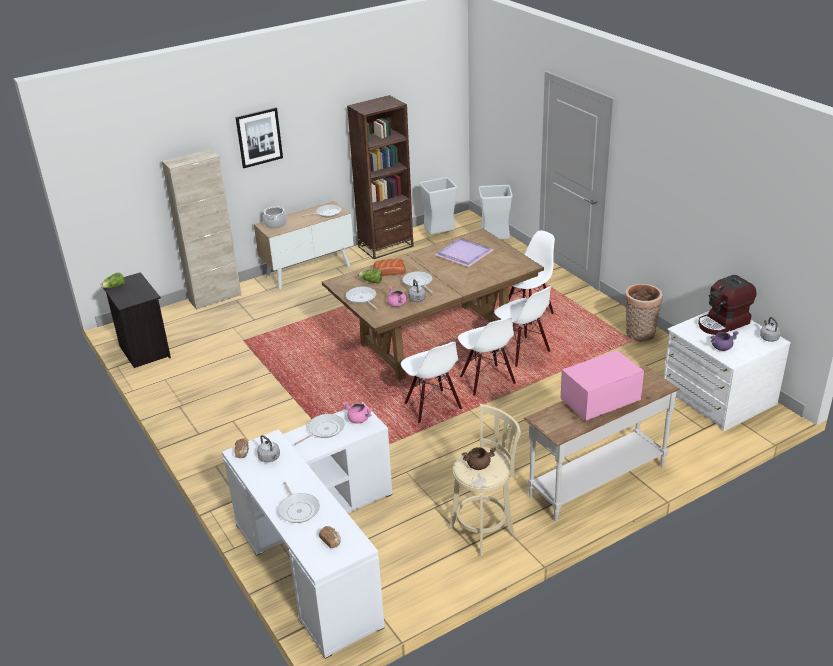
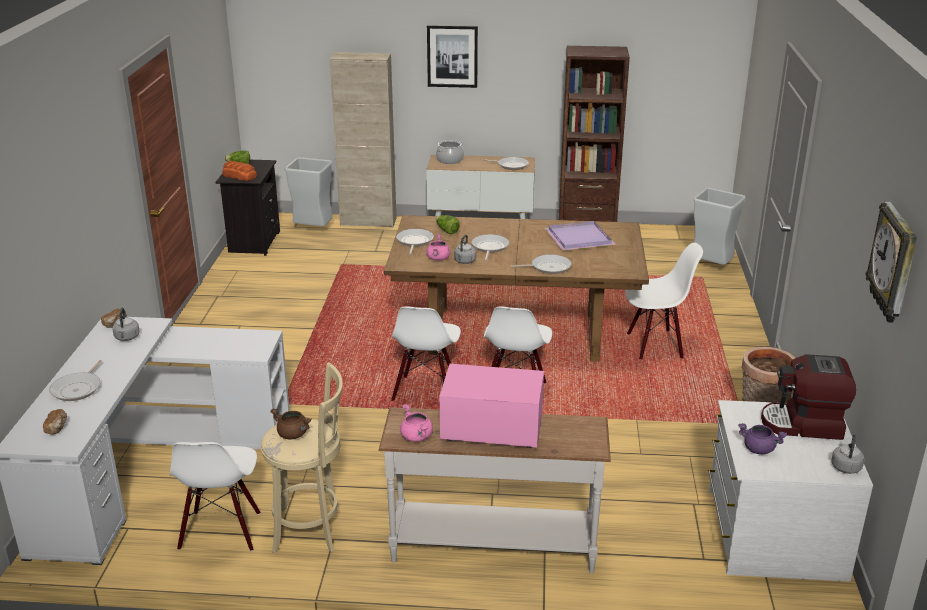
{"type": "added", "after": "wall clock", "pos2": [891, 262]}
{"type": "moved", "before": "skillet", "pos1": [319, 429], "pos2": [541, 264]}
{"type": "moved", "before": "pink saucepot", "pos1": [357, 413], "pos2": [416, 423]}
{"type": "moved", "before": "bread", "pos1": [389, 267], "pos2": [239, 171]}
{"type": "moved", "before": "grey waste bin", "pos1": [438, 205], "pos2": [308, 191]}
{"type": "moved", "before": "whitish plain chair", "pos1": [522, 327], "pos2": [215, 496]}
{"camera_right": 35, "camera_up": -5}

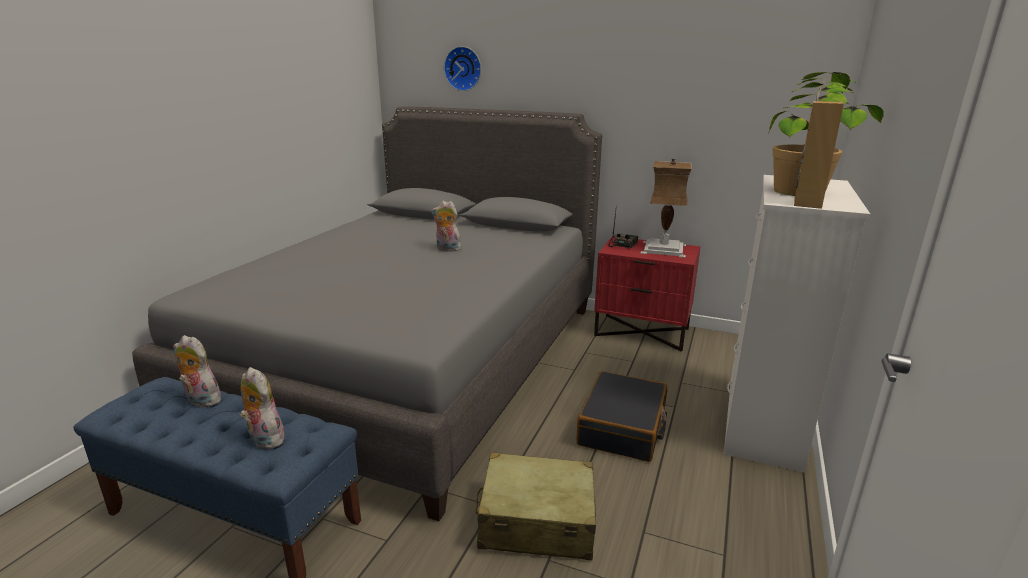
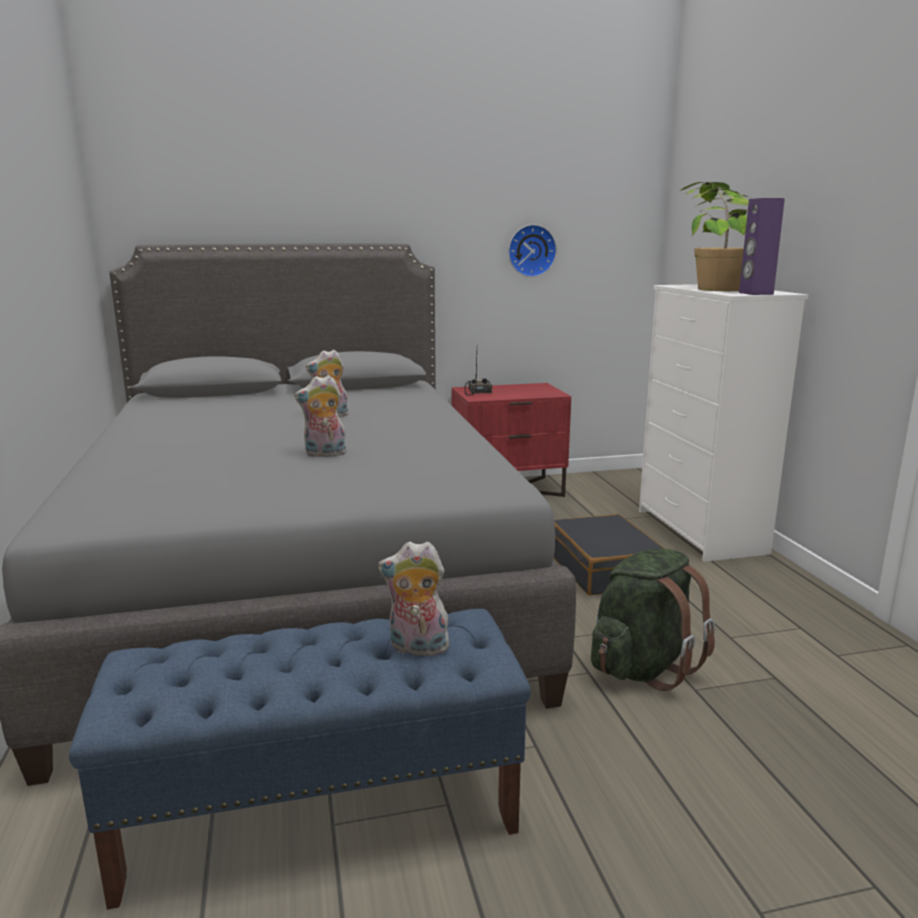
{"type": "removed", "before": "tabletop lamp", "pos1": [666, 208]}
{"type": "moved", "before": "cuddly toy", "pos1": [197, 371], "pos2": [320, 416]}
{"type": "moved", "before": "wall clock", "pos1": [462, 68], "pos2": [532, 250]}
{"type": "replaced", "before": "sand-coloured travel case", "after": "green-coloured rucksack", "pos1": [536, 506], "pos2": [653, 620]}
{"type": "recoloured", "before": "brownish speaker", "after": "purplish speaker", "pos1": [819, 155], "pos2": [762, 246]}
{"camera_right": -35, "camera_up": -5}

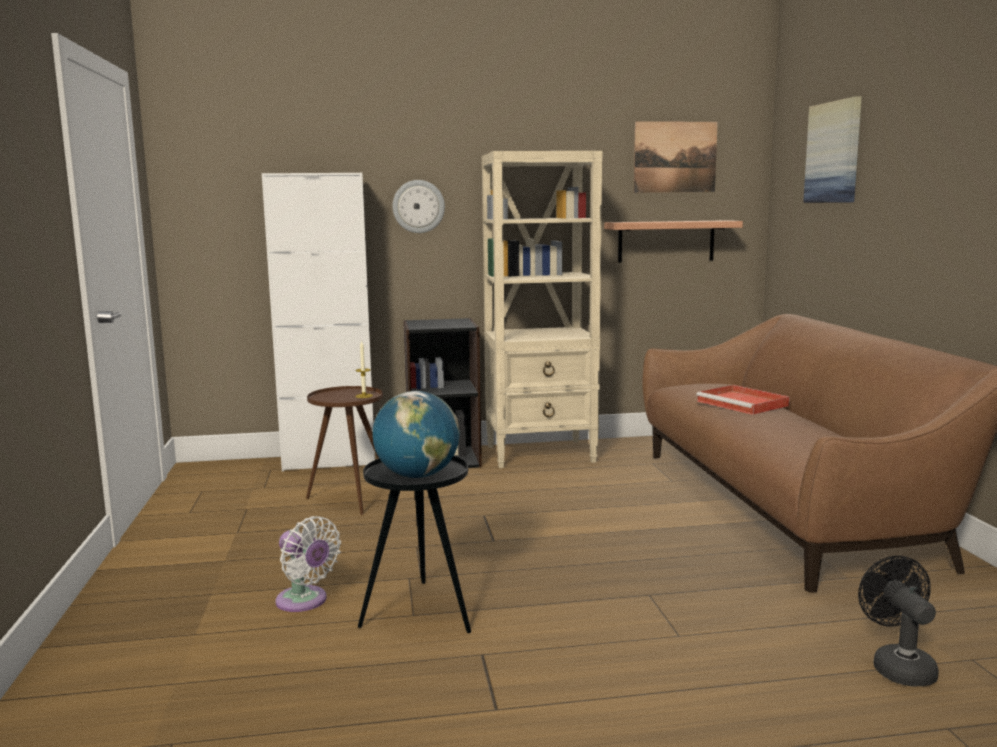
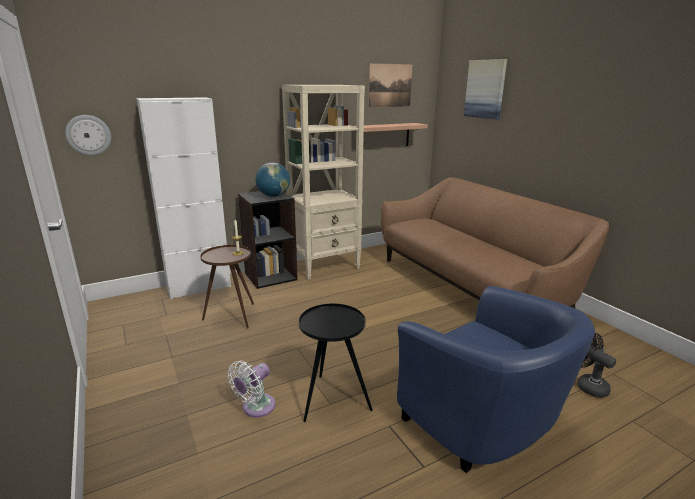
{"type": "removed", "before": "reddish tray", "pos1": [743, 400]}
{"type": "added", "after": "blue armchair", "pos2": [496, 379]}
{"type": "moved", "before": "world globe", "pos1": [416, 434], "pos2": [272, 179]}
{"type": "moved", "before": "wall clock", "pos1": [418, 206], "pos2": [88, 135]}
{"type": "turned", "before": "whitish cooling fan", "pos1": [308, 564], "pos2": [252, 389], "turn": 105}
{"camera_right": -20, "camera_up": 10}

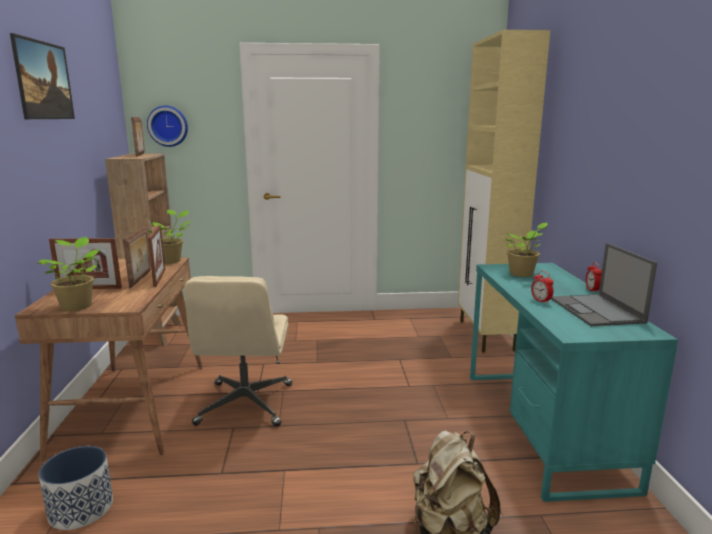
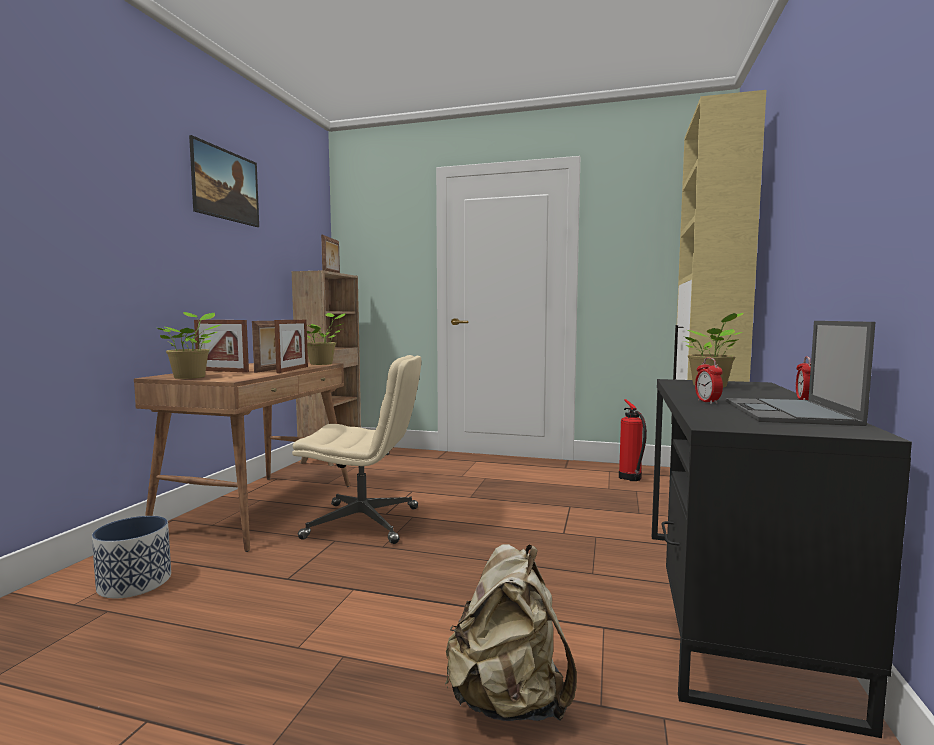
{"type": "removed", "before": "wall clock", "pos1": [167, 126]}
{"type": "added", "after": "fire-fighting cylinder", "pos2": [633, 440]}
{"type": "recoloured", "before": "turquoise desk unit", "after": "blackish desk unit", "pos1": [574, 382], "pos2": [782, 558]}
{"type": "turned", "before": "sand-coloured computer chair", "pos1": [238, 351], "pos2": [356, 449], "turn": -105}
{"camera_right": 20, "camera_up": -10}

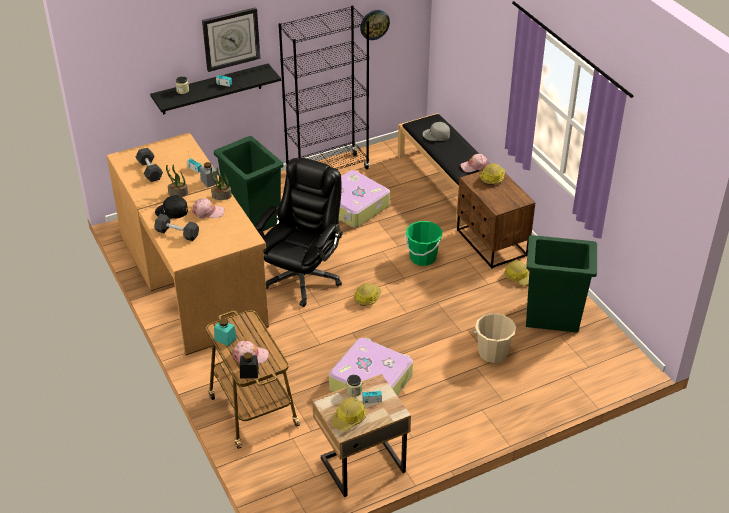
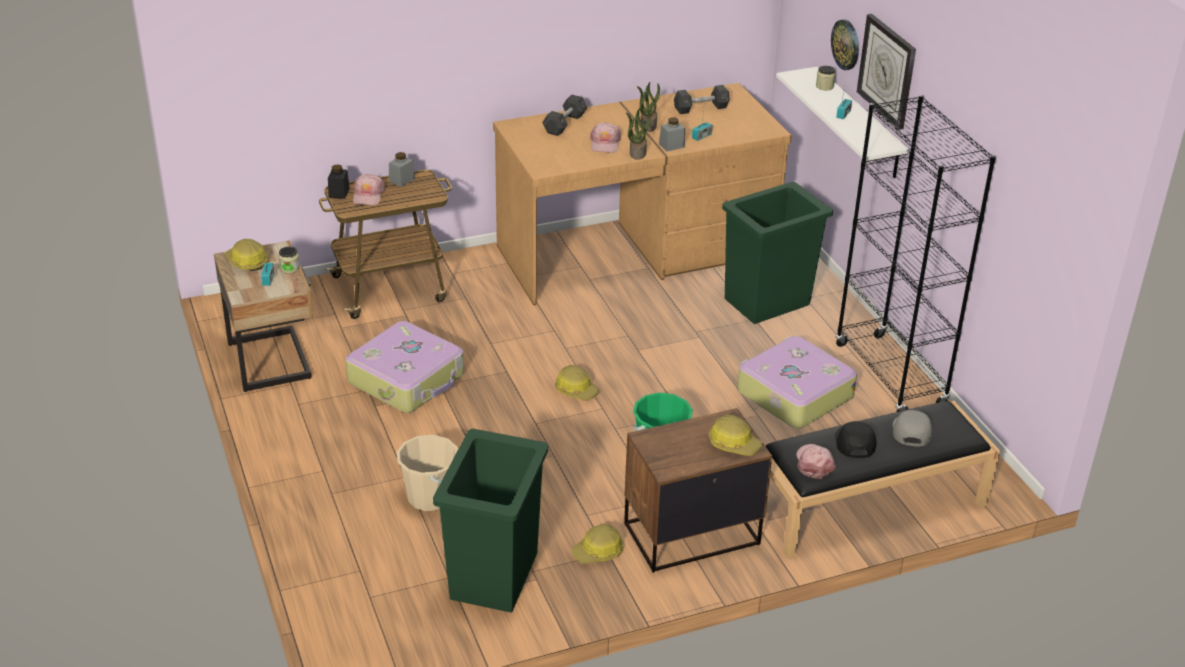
{"type": "removed", "before": "blackish computer chair", "pos1": [298, 232]}
{"type": "moved", "before": "blackish cap", "pos1": [171, 207], "pos2": [855, 439]}
{"type": "moved", "before": "wall clock", "pos1": [375, 25], "pos2": [845, 45]}
{"type": "recoloured", "before": "blackish bracket shelf", "after": "whitish bracket shelf", "pos1": [215, 88], "pos2": [842, 122]}
{"type": "recoloured", "before": "turquoise storage jar", "after": "grey storage jar", "pos1": [225, 332], "pos2": [402, 169]}
{"camera_right": 95, "camera_up": -5}

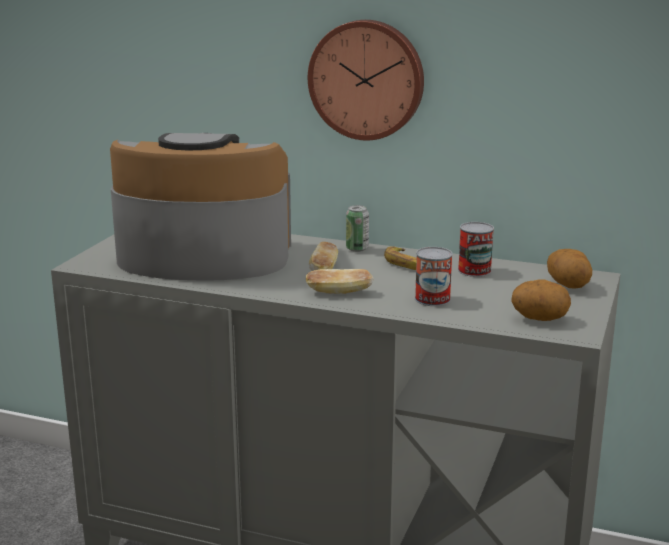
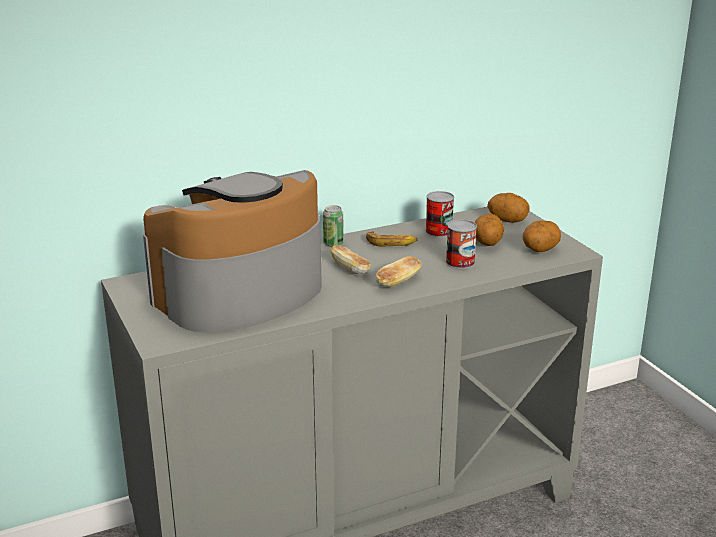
{"type": "removed", "before": "wall clock", "pos1": [366, 80]}
{"type": "added", "after": "spud", "pos2": [489, 230]}
{"camera_right": -45, "camera_up": 5}

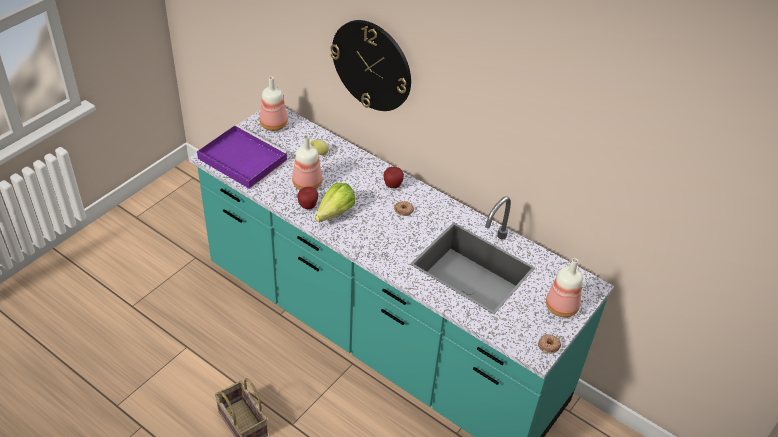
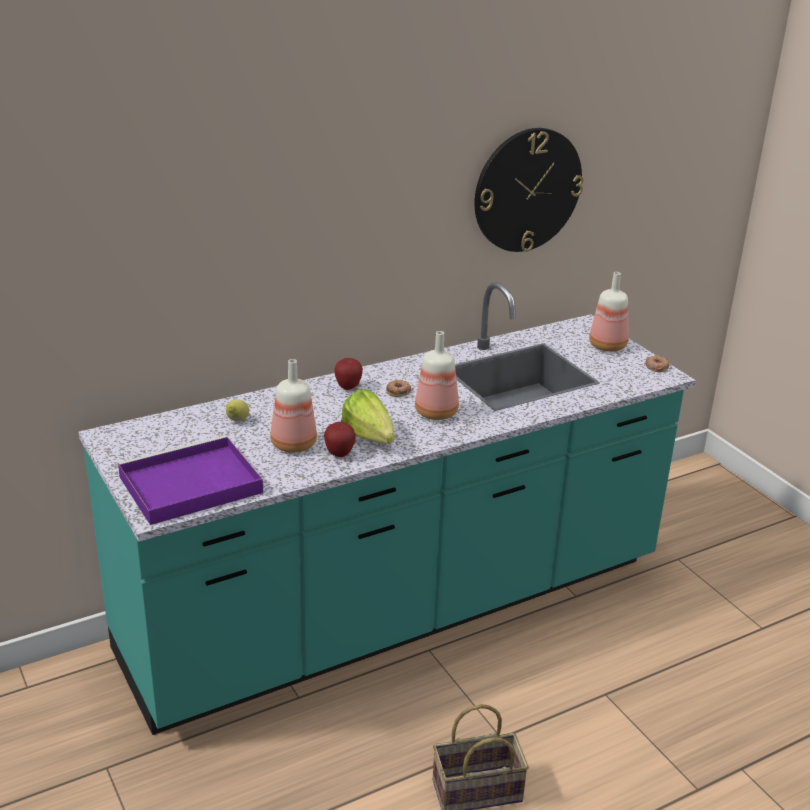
{"type": "moved", "before": "beverage bottle", "pos1": [274, 103], "pos2": [437, 375]}
{"type": "moved", "before": "wall clock", "pos1": [370, 65], "pos2": [528, 190]}
{"camera_right": -65, "camera_up": -15}

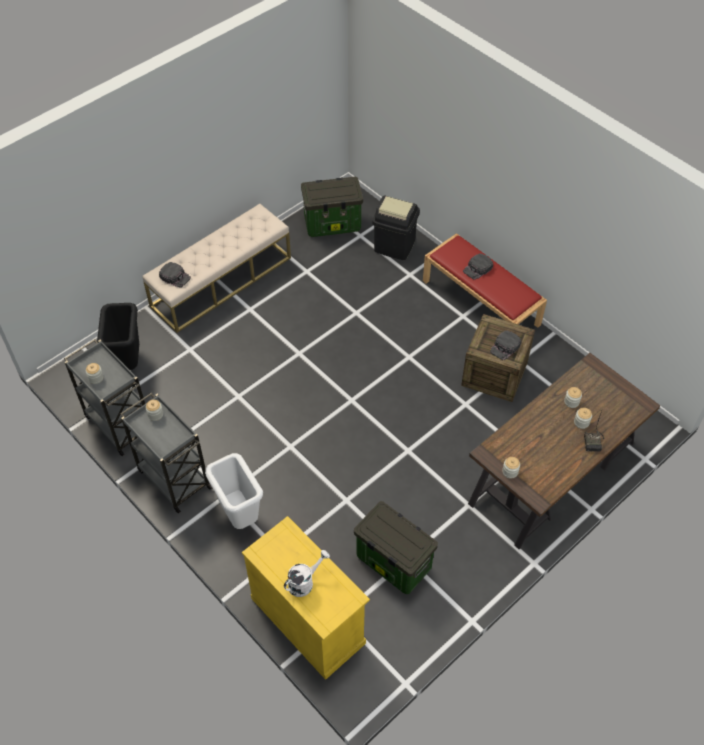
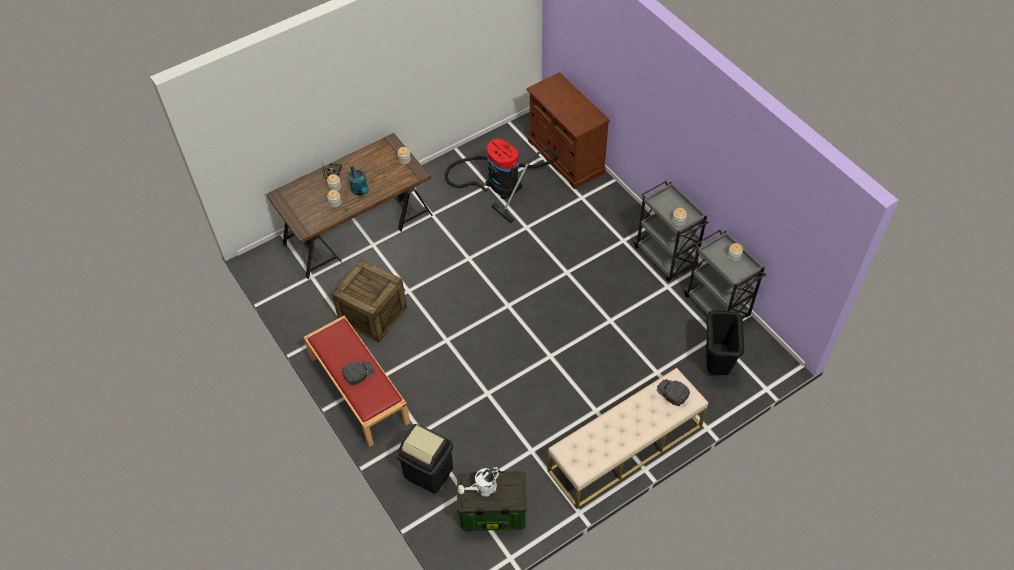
{"type": "removed", "before": "whitish waste bin", "pos1": [234, 491]}
{"type": "removed", "before": "blackish cap", "pos1": [505, 345]}
{"type": "added", "after": "turquoise watering pot", "pos2": [359, 180]}
{"type": "moved", "before": "whitish watering pot", "pos1": [307, 573], "pos2": [479, 482]}
{"type": "replaced", "before": "storage box", "after": "hoover", "pos1": [396, 547], "pos2": [501, 181]}
{"type": "recoloured", "before": "yellow cabinet", "after": "brownish cabinet", "pos1": [306, 598], "pos2": [568, 130]}
{"camera_right": -170, "camera_up": 0}

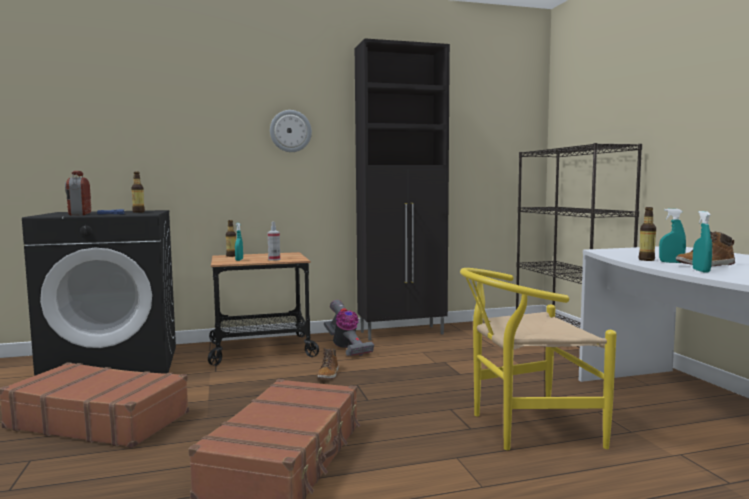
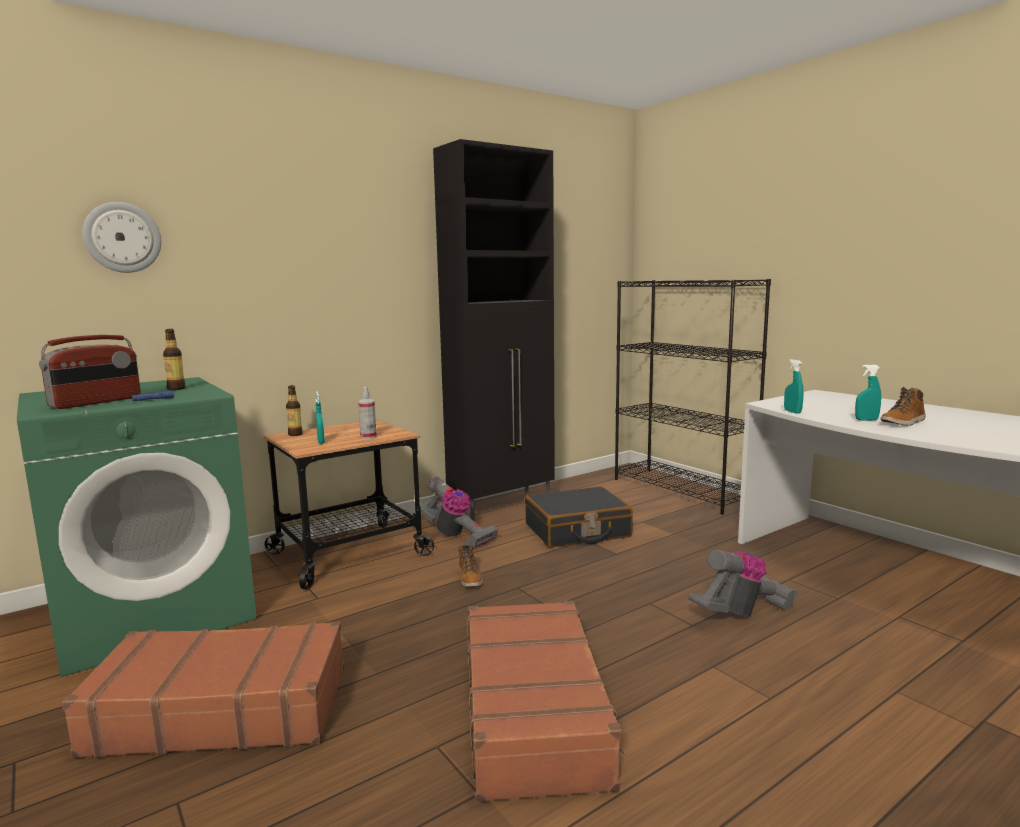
{"type": "removed", "before": "beverage bottle", "pos1": [647, 234]}
{"type": "added", "after": "blackish travel case", "pos2": [579, 517]}
{"type": "moved", "before": "wall clock", "pos1": [291, 131], "pos2": [121, 237]}
{"type": "moved", "before": "turquoise sprayer", "pos1": [702, 241], "pos2": [793, 386]}
{"type": "replaced", "before": "yellow plain chair", "after": "hoover", "pos1": [538, 359], "pos2": [743, 583]}
{"type": "recoloured", "before": "blackish washing machine", "after": "green-coloured washing machine", "pos1": [99, 293], "pos2": [137, 527]}
{"type": "turned", "before": "radio set", "pos1": [78, 193], "pos2": [90, 372], "turn": -105}
{"camera_right": -20, "camera_up": 5}

